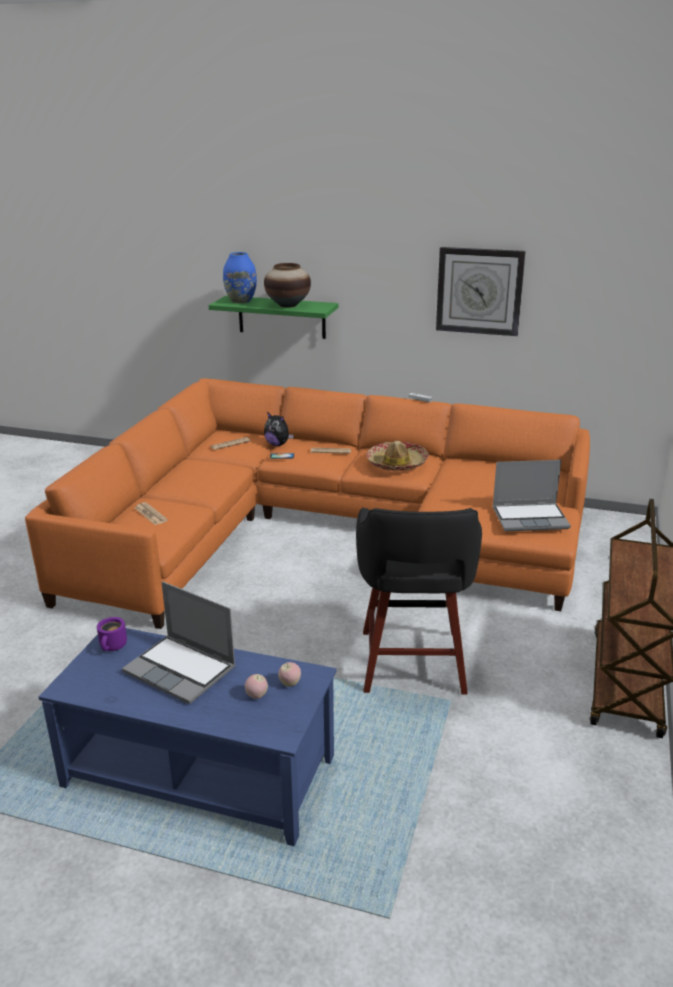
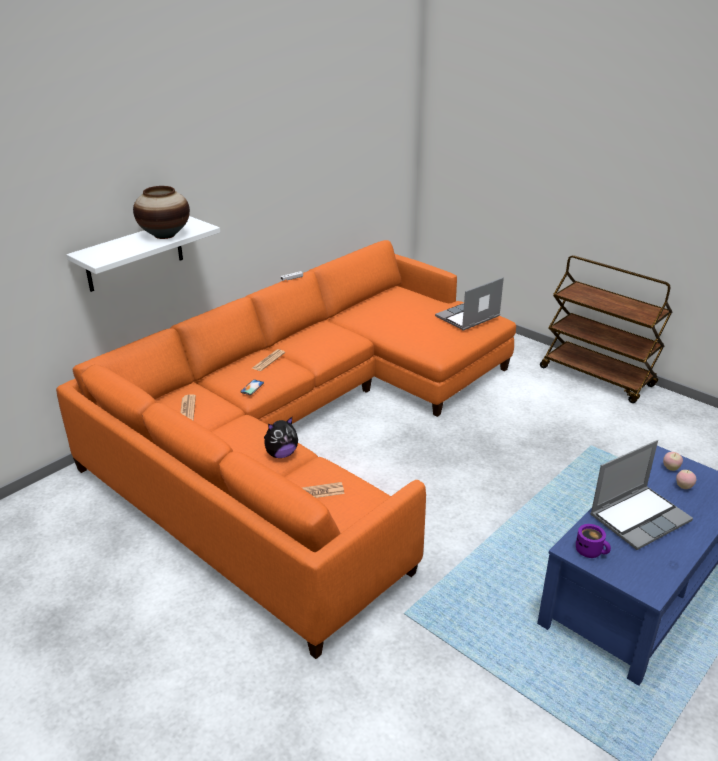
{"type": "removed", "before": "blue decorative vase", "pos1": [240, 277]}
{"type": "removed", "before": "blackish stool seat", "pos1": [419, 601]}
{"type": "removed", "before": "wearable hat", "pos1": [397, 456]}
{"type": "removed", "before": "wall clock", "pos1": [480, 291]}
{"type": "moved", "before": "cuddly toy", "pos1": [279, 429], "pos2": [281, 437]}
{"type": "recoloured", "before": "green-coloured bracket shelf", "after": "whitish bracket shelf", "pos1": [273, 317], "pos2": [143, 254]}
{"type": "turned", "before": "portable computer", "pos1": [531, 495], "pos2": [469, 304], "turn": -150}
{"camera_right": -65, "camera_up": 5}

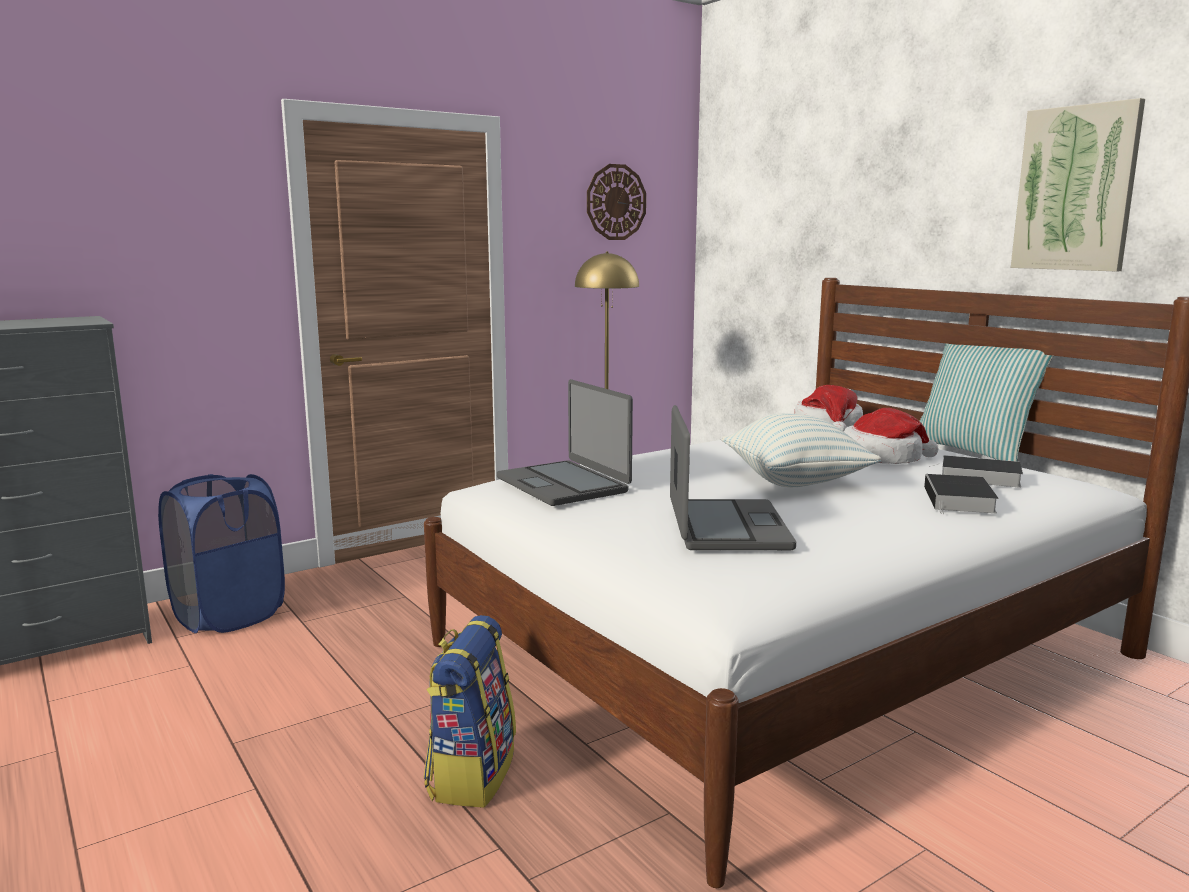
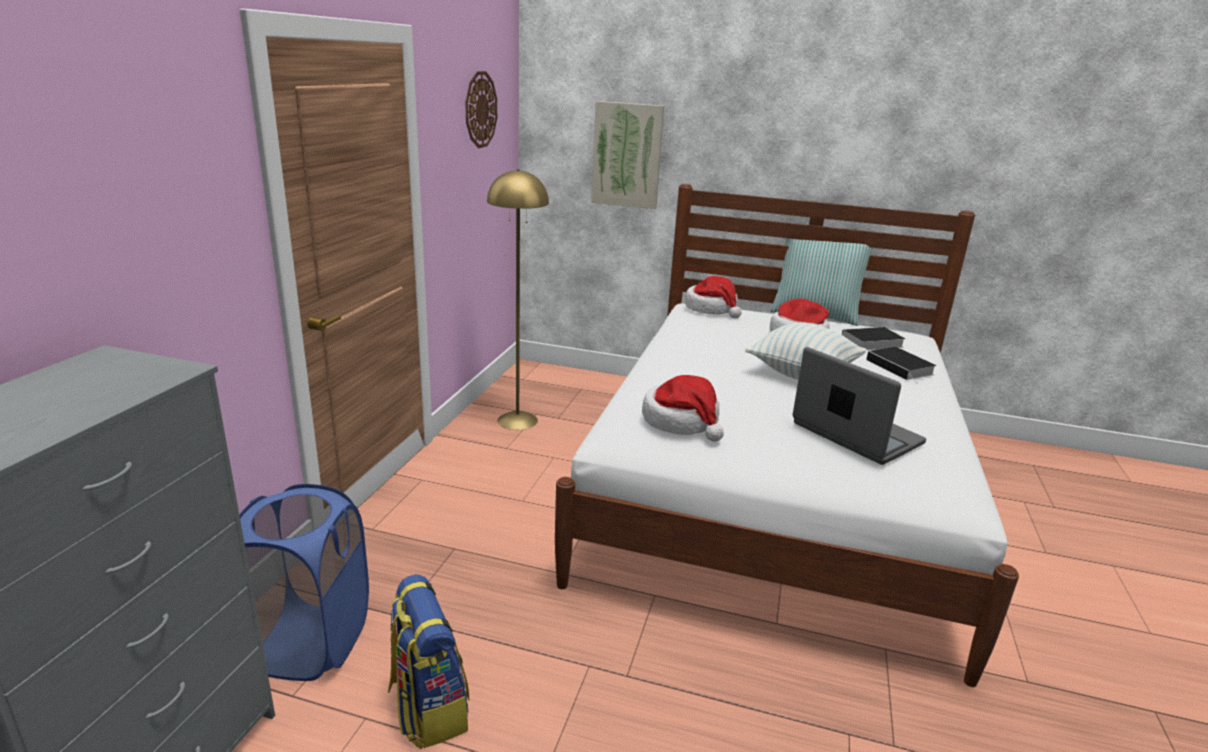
{"type": "moved", "before": "rucksack", "pos1": [470, 711], "pos2": [428, 661]}
{"type": "moved", "before": "wall art", "pos1": [1078, 184], "pos2": [627, 155]}
{"type": "replaced", "before": "portable computer", "after": "wearable hat", "pos1": [565, 442], "pos2": [683, 408]}
{"camera_right": -40, "camera_up": 10}

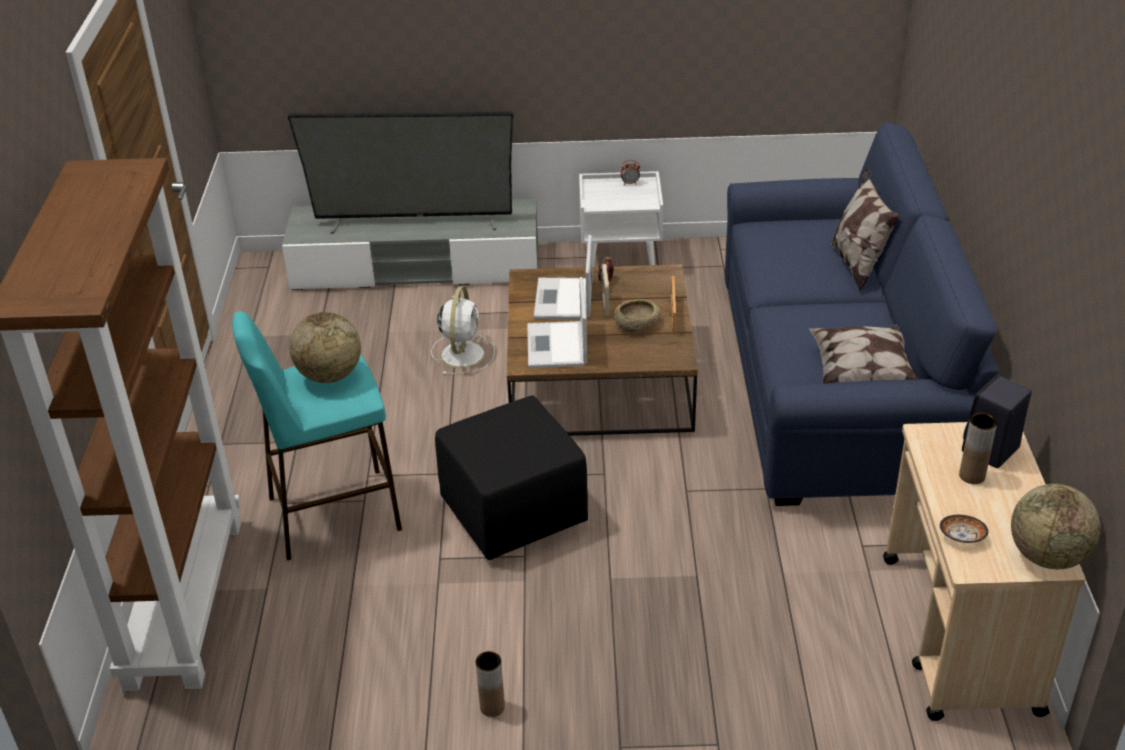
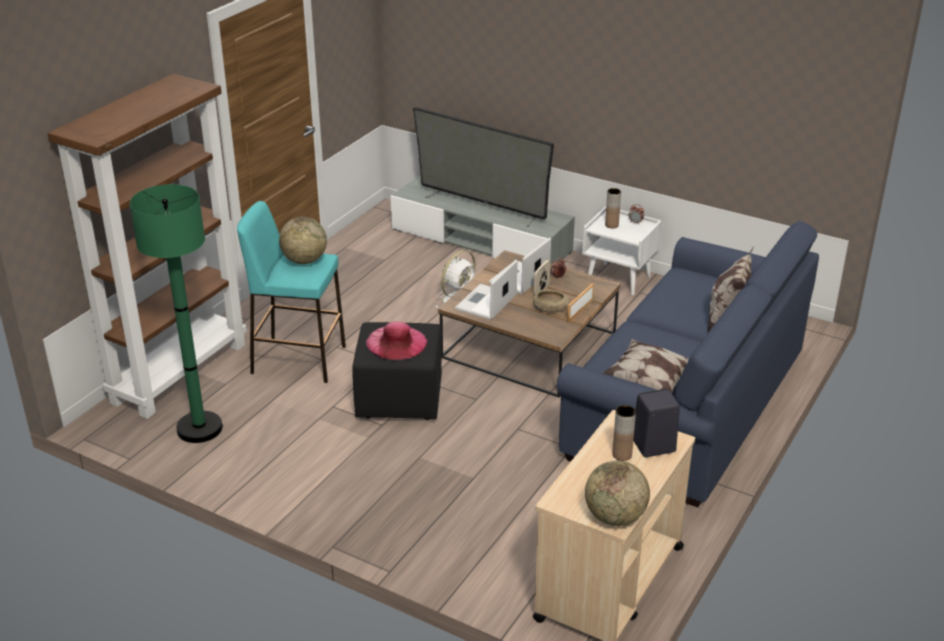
{"type": "removed", "before": "deep dish", "pos1": [964, 529]}
{"type": "added", "after": "green-coloured standard lamp", "pos2": [176, 313]}
{"type": "added", "after": "pink wearable hat", "pos2": [396, 340]}
{"type": "moved", "before": "brownish decorative vase", "pos1": [490, 684], "pos2": [613, 208]}
{"camera_right": 30, "camera_up": -5}

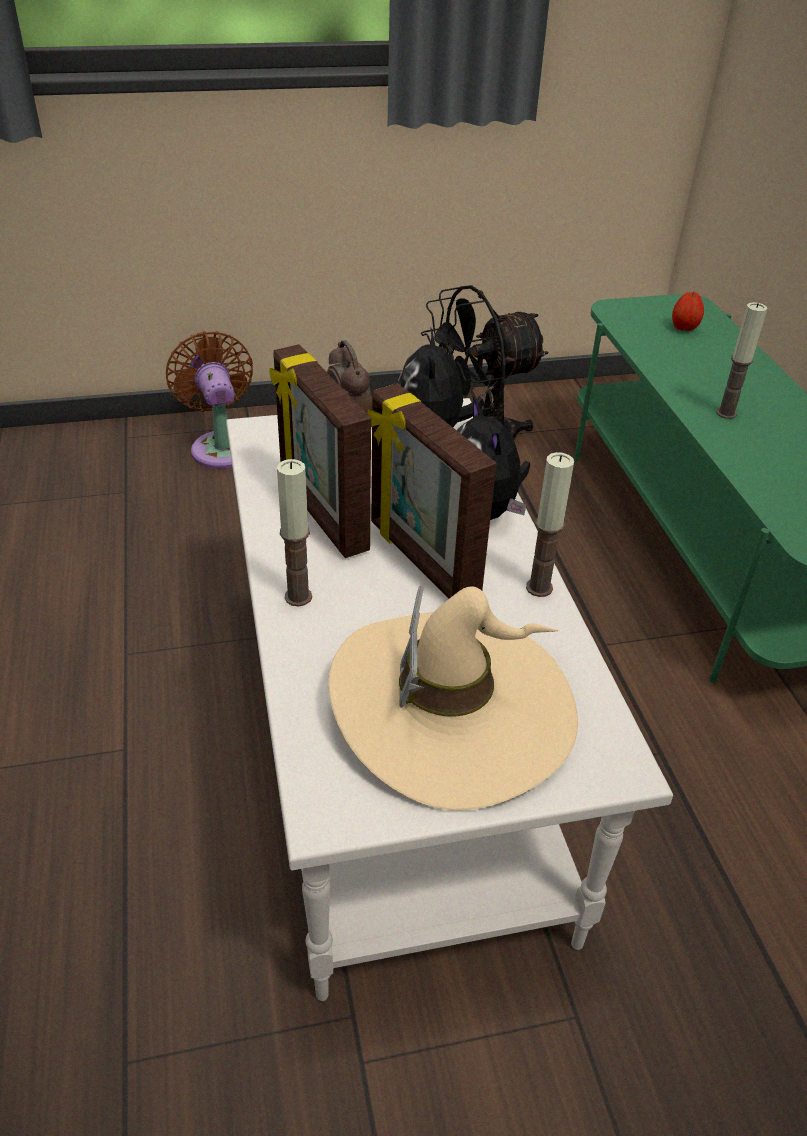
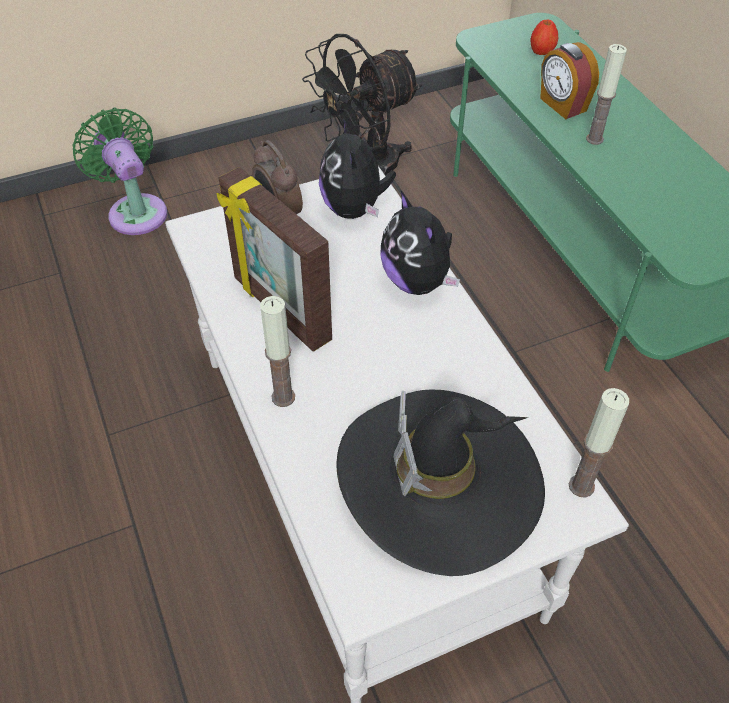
{"type": "removed", "before": "picture frame", "pos1": [432, 491]}
{"type": "added", "after": "bedside clock", "pos2": [569, 80]}
{"type": "moved", "before": "wax light", "pos1": [550, 524], "pos2": [599, 443]}
{"type": "recoloured", "before": "brownish cooling fan", "after": "green-coloured cooling fan", "pos1": [209, 400], "pos2": [120, 171]}
{"type": "recoloured", "before": "sand-coloured wearable hat", "after": "blackish wearable hat", "pos1": [453, 698], "pos2": [440, 483]}
{"camera_right": -10, "camera_up": 10}

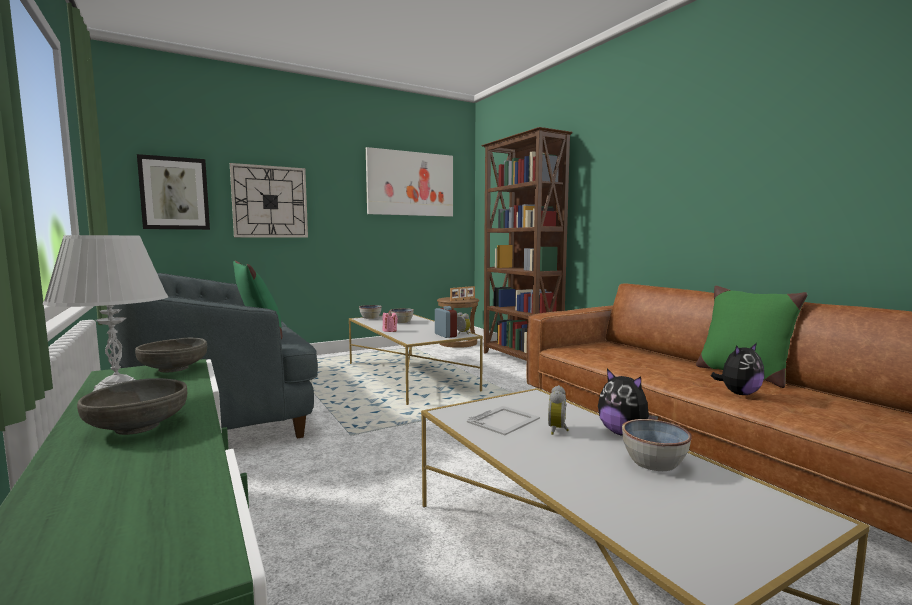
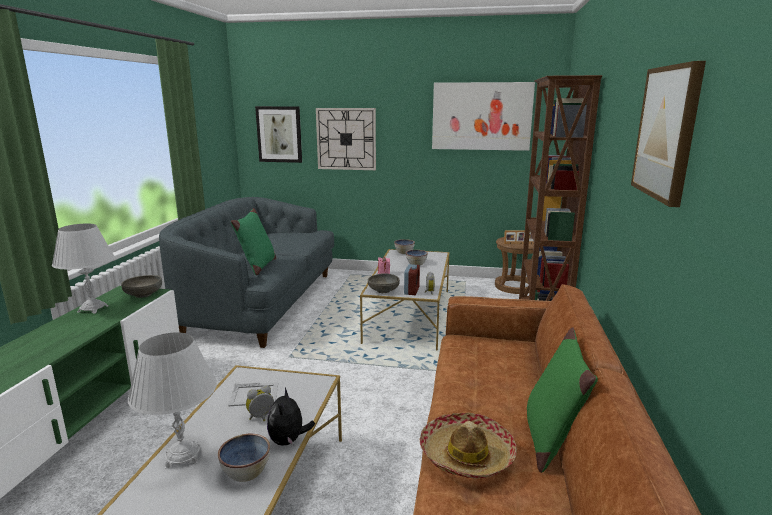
{"type": "added", "after": "whitish tabletop lamp", "pos2": [172, 400]}
{"type": "added", "after": "wall art", "pos2": [668, 134]}
{"type": "moved", "before": "grey deep dish", "pos1": [132, 406], "pos2": [384, 283]}
{"type": "replaced", "before": "cuddly toy", "after": "wearable hat", "pos1": [738, 369], "pos2": [468, 445]}
{"camera_right": 40, "camera_up": 10}

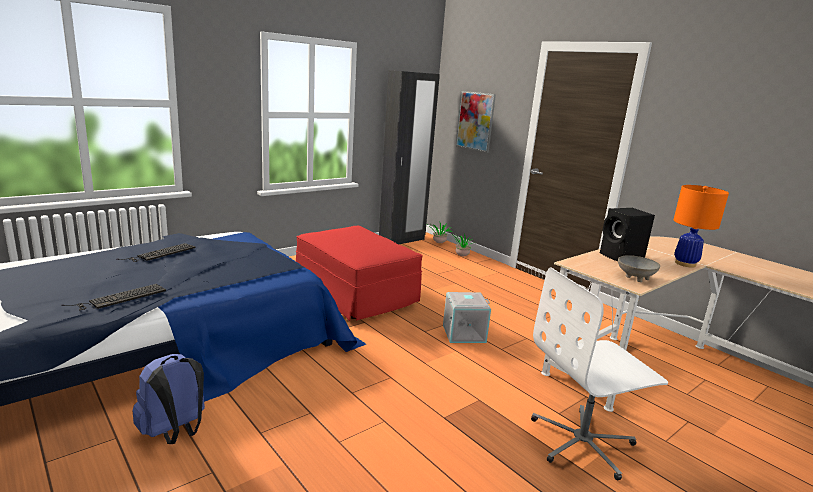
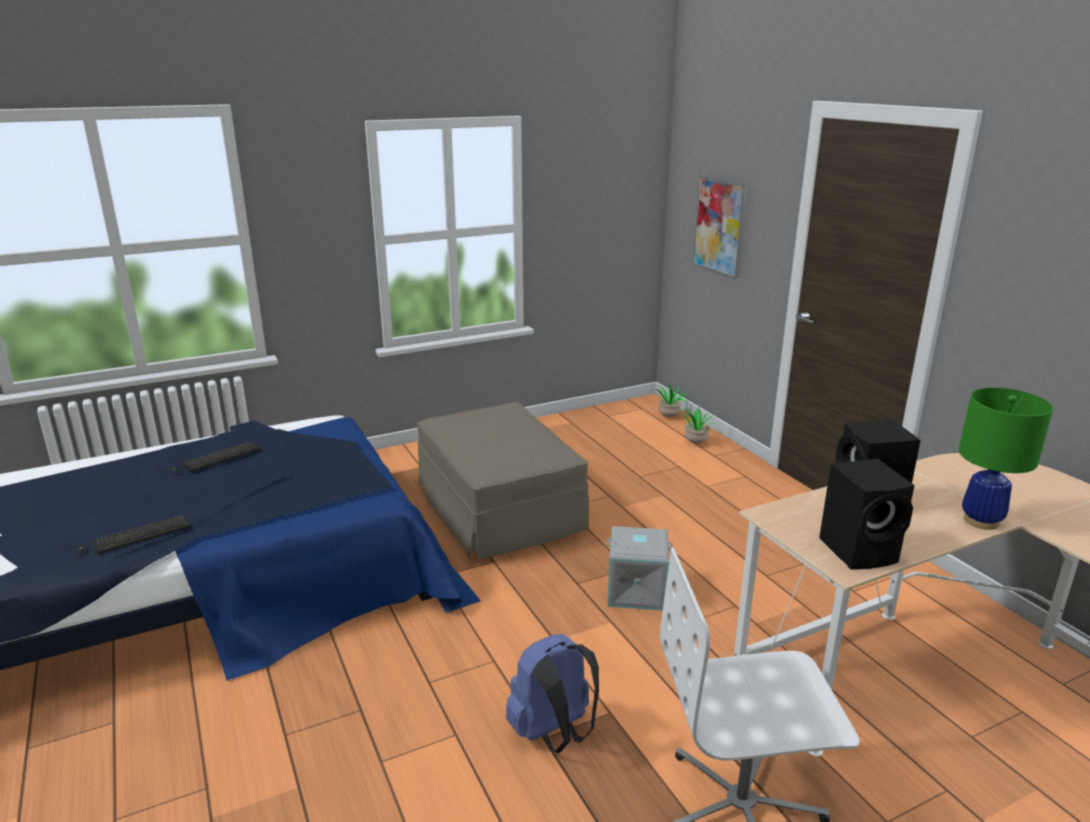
{"type": "removed", "before": "blackish clothes cupboard", "pos1": [409, 157]}
{"type": "moved", "before": "blue rucksack", "pos1": [168, 399], "pos2": [552, 693]}
{"type": "replaced", "before": "grey deep dish", "after": "blackish speaker", "pos1": [639, 268], "pos2": [867, 514]}
{"type": "recoloured", "before": "reddish pouffe", "after": "sand-coloured pouffe", "pos1": [359, 273], "pos2": [503, 481]}
{"type": "recoloured", "before": "orange-coloured tabletop lamp", "after": "green-coloured tabletop lamp", "pos1": [701, 226], "pos2": [1006, 459]}
{"camera_right": 15, "camera_up": 5}

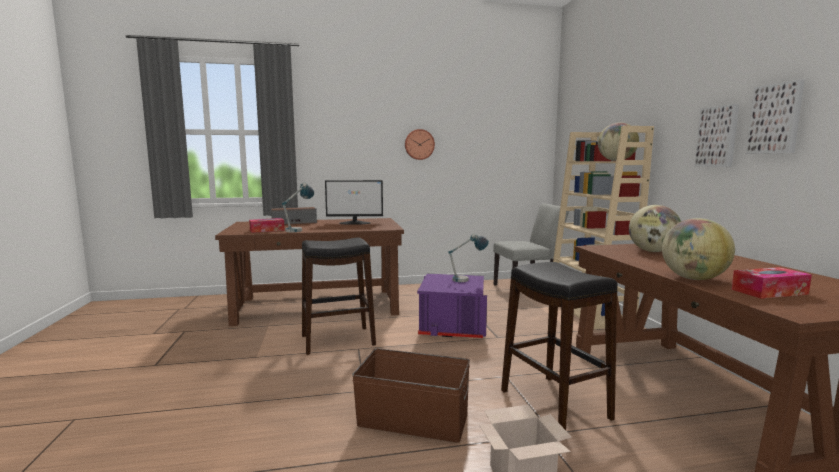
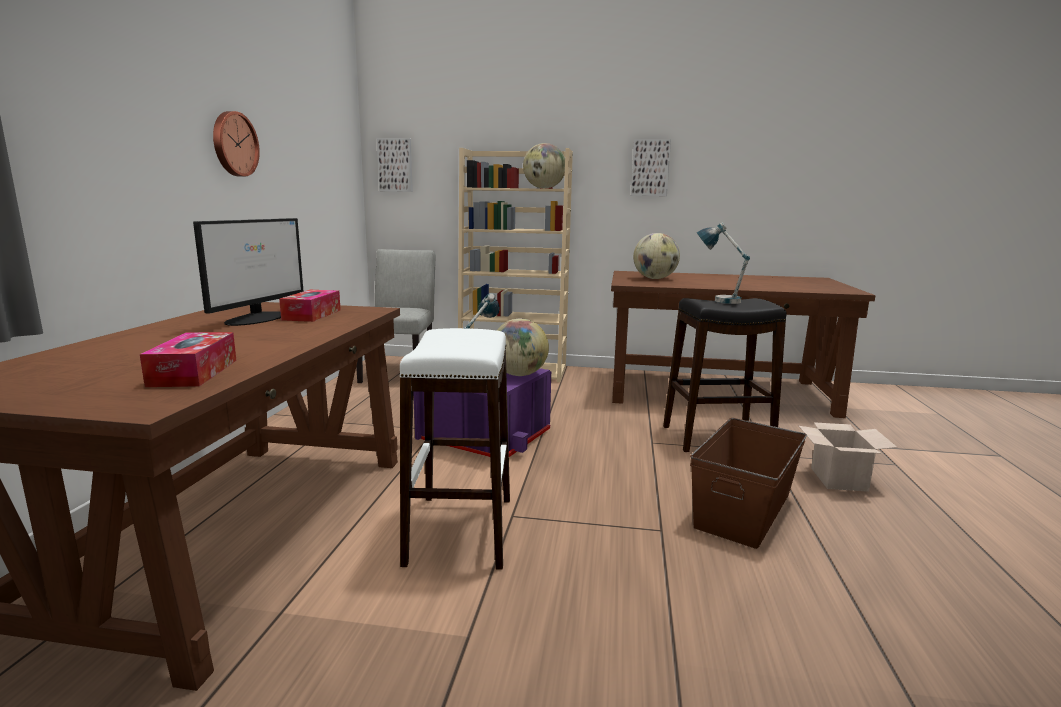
{"type": "removed", "before": "speaker", "pos1": [294, 216]}
{"type": "moved", "before": "tabletop lamp", "pos1": [298, 207], "pos2": [723, 263]}
{"type": "moved", "before": "world globe", "pos1": [698, 249], "pos2": [523, 347]}
{"type": "moved", "before": "box of tissues", "pos1": [772, 283], "pos2": [310, 306]}
{"type": "moved", "before": "wall art", "pos1": [775, 116], "pos2": [395, 165]}
{"type": "recoloured", "before": "blackish stool seat", "after": "whitish stool seat", "pos1": [339, 296], "pos2": [455, 449]}
{"camera_right": -70, "camera_up": 5}

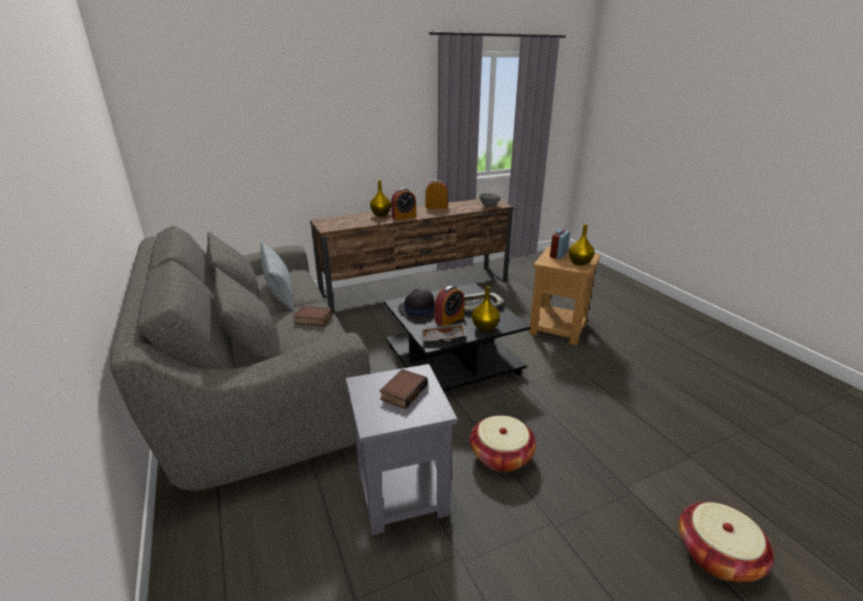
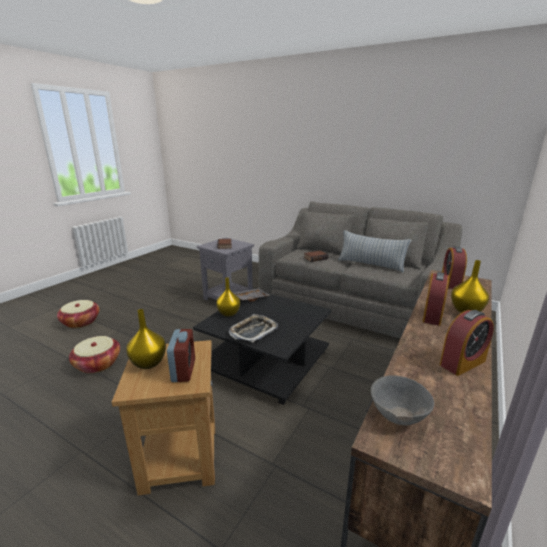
{"type": "removed", "before": "blackish wearable hat", "pos1": [416, 304]}
{"type": "moved", "before": "bedside clock", "pos1": [450, 306], "pos2": [454, 267]}
{"type": "moved", "before": "basket", "pos1": [503, 444], "pos2": [94, 355]}
{"camera_right": 145, "camera_up": -5}

